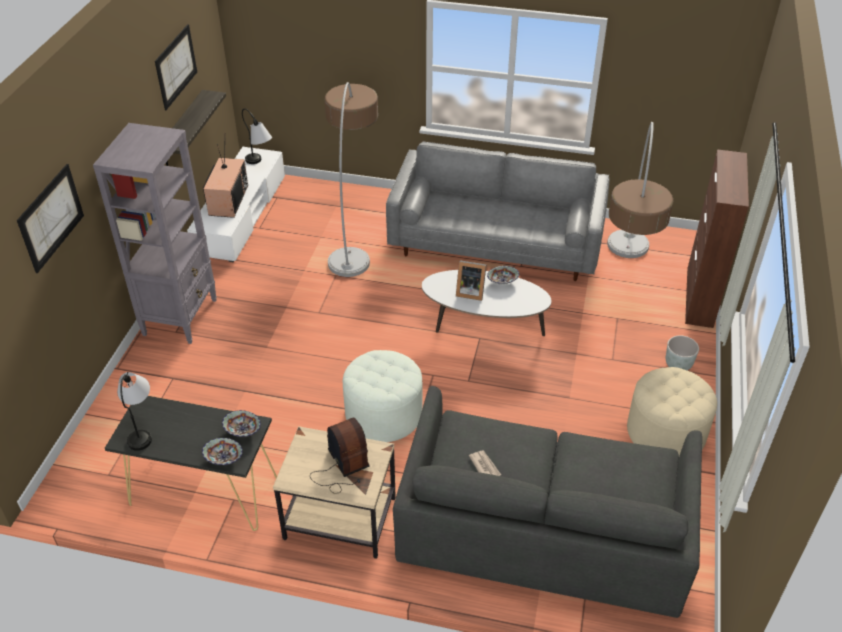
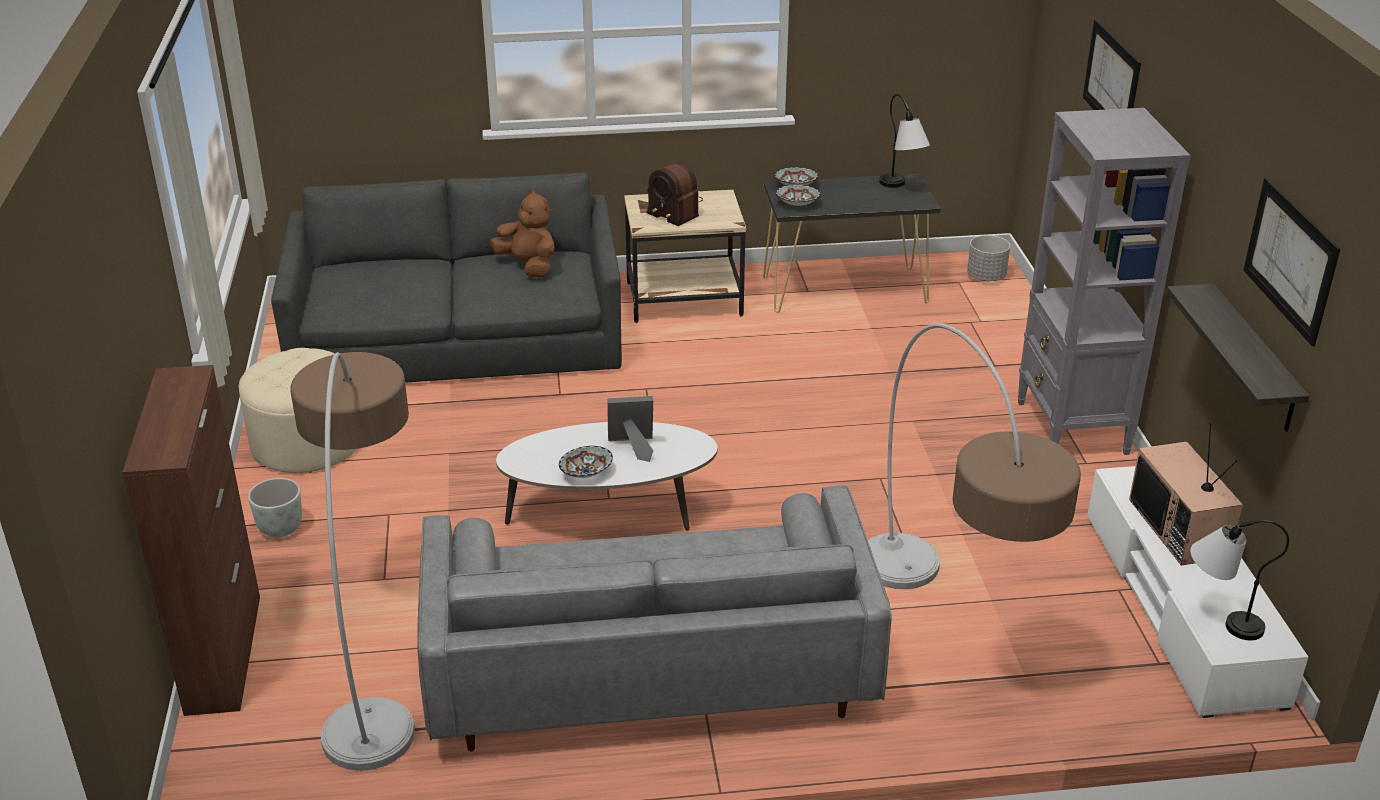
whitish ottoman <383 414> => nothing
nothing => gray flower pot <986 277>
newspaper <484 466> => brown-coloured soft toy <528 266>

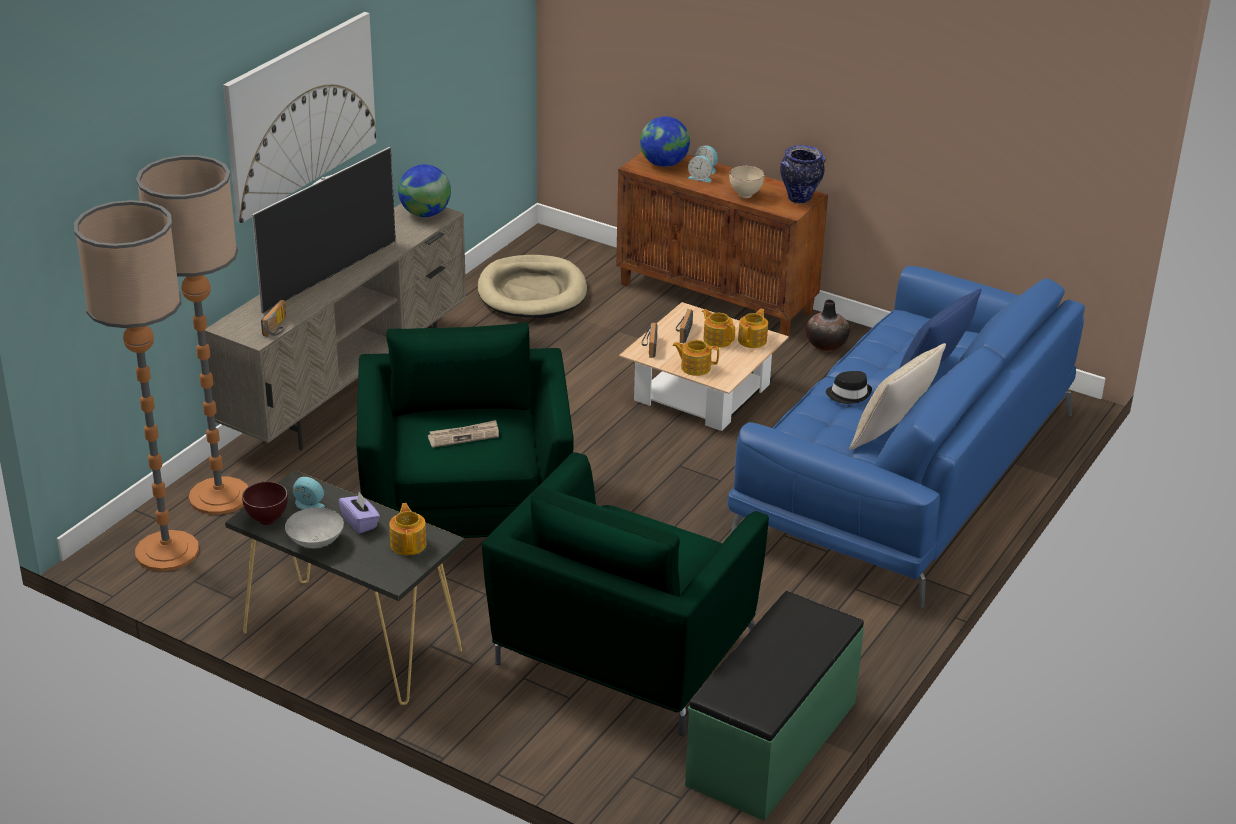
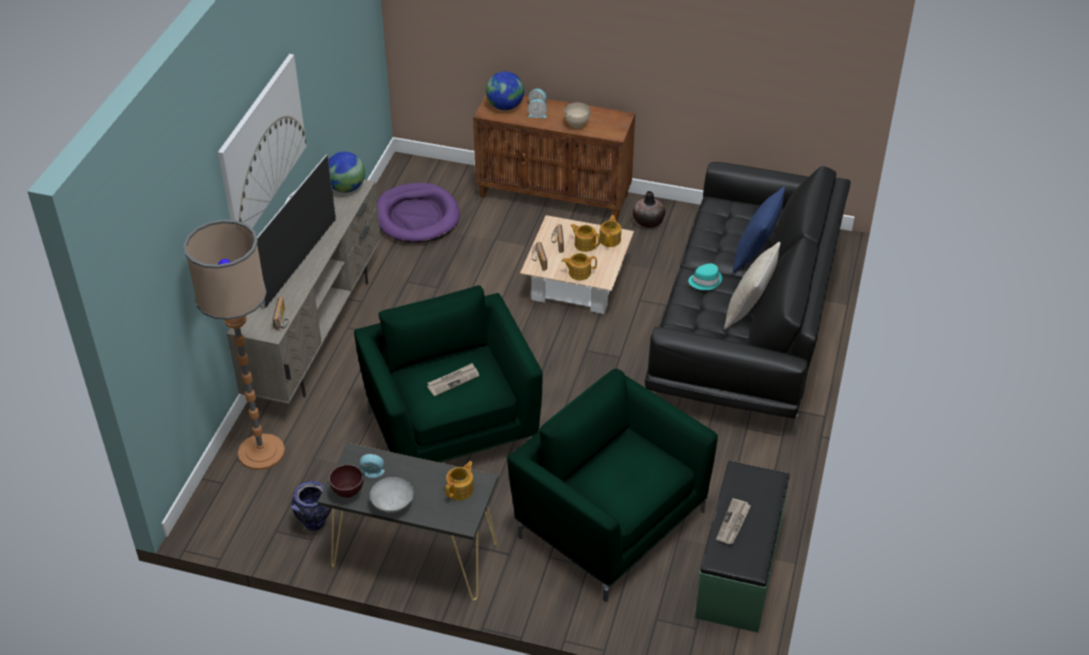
standard lamp <167 551> => nothing
purple-coloured box of tissues <360 523> => nothing
nothing => newspaper <733 523>
decorative vase <800 198> => decorative vase <315 522>, moved
beige dog cushion <532 292> => purple-coloured dog cushion <417 217>
blue-coloured settee <905 474> => blackish settee <745 324>
blackish clothing hat <849 394> => turquoise clothing hat <705 281>
pot for tea <408 544> => pot for tea <460 489>, 60 degrees clockwise
green easy chair <622 654> => green easy chair <610 521>, 120 degrees clockwise

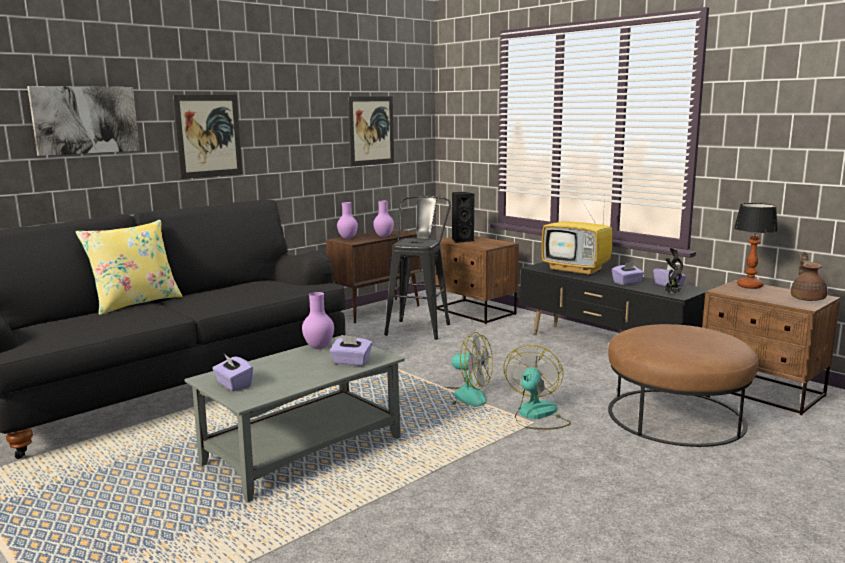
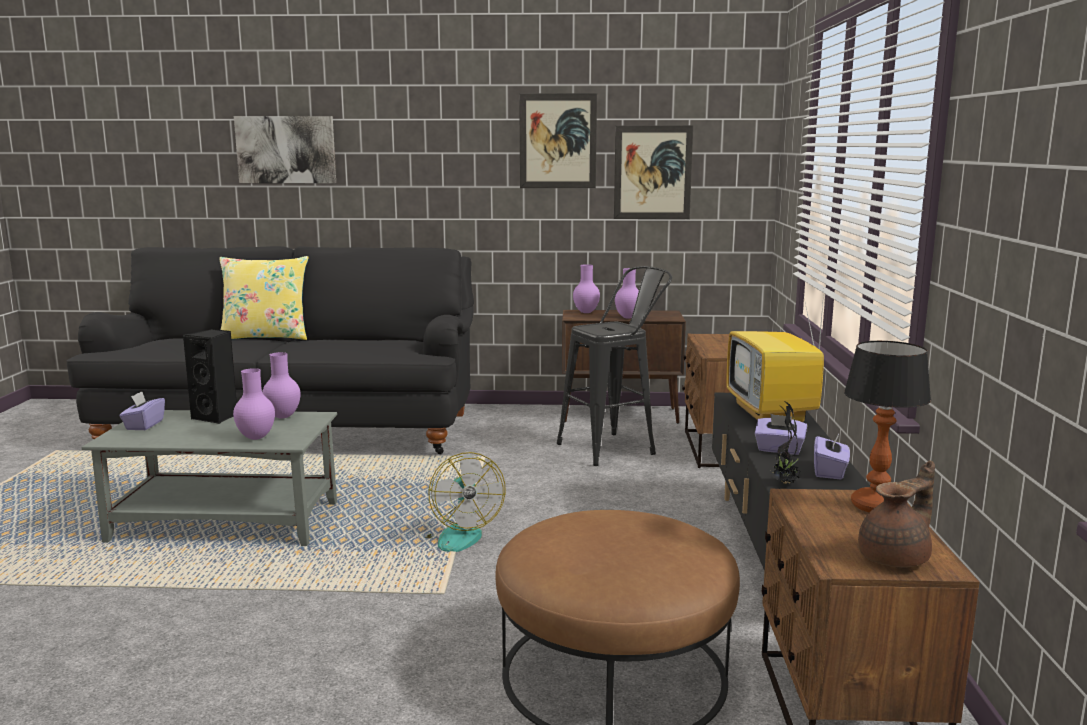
electric fan <536 415> => nothing
wall picture <208 136> => wall picture <558 141>, moved
blackish loudspeaker <461 240> => blackish loudspeaker <217 417>, moved
purple-coloured box of tissues <351 362> => purple-coloured decorative vase <257 438>

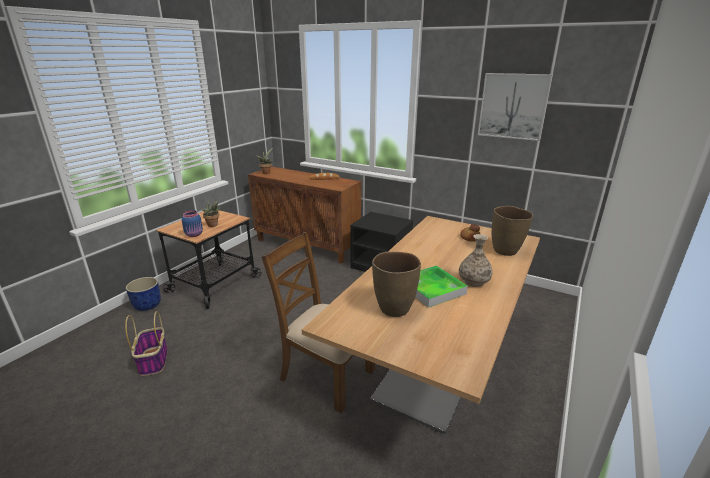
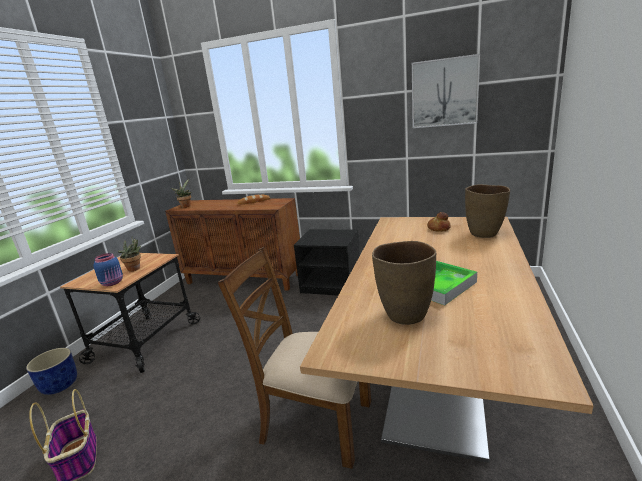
decorative vase <474 281> => nothing

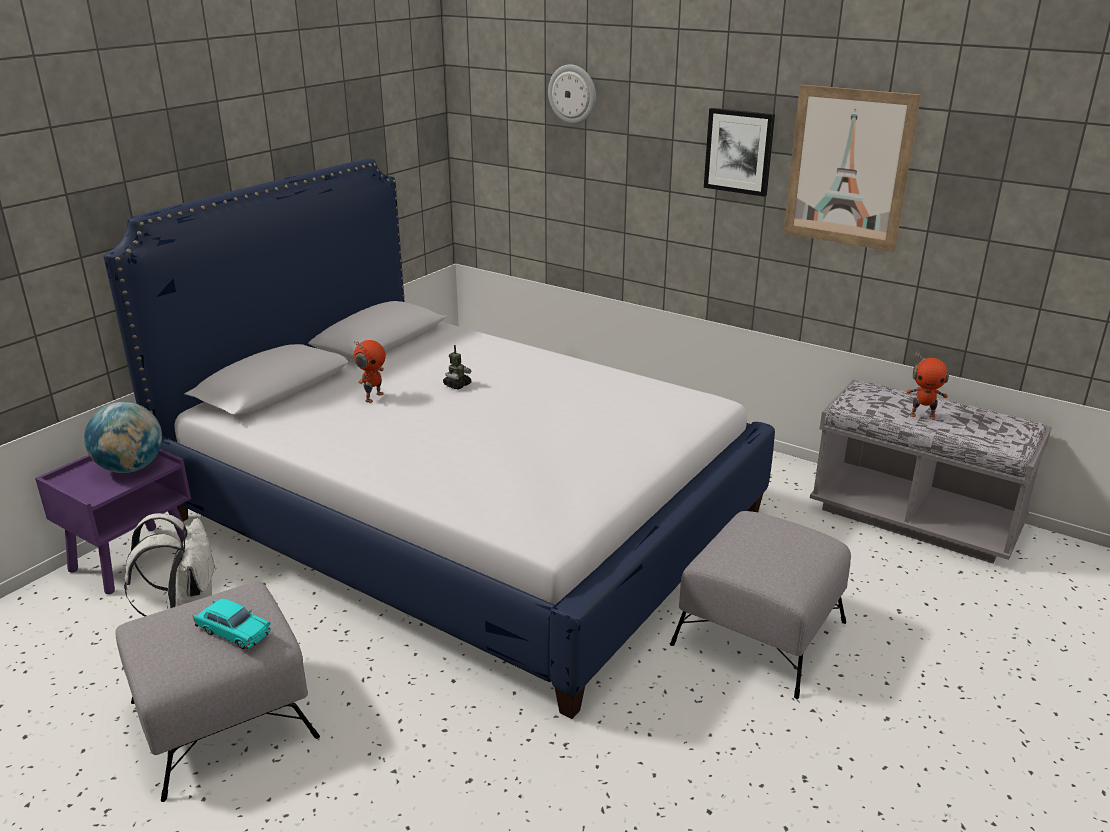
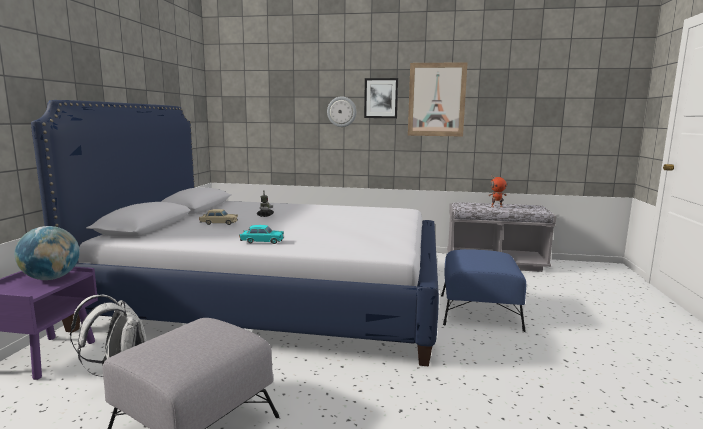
turquoise miniature car <233 631> => turquoise miniature car <262 241>, moved
hanging clock <572 94> => hanging clock <341 111>, moved
robot figure <373 397> => beige miniature car <219 223>
gray ottoman <760 632> => blue-coloured ottoman <479 311>

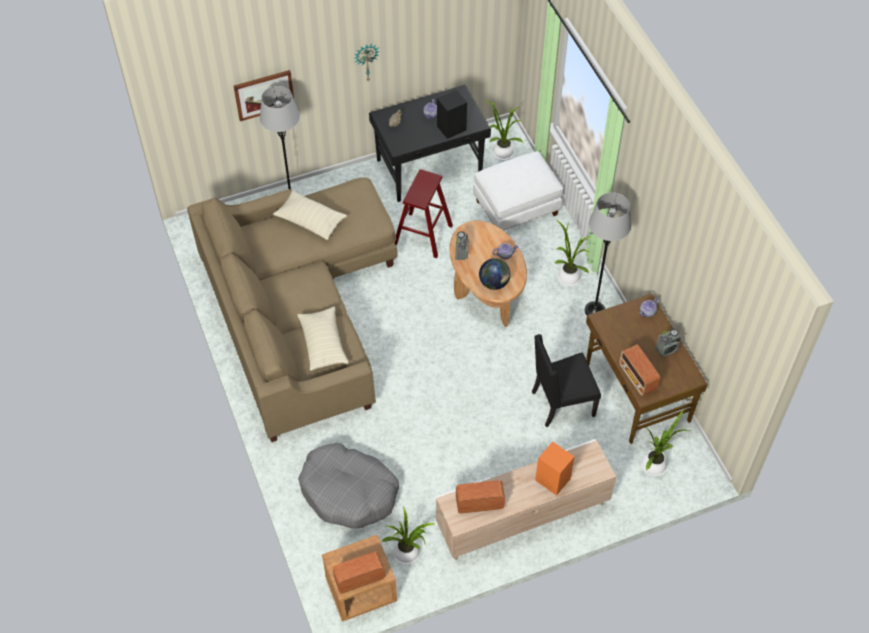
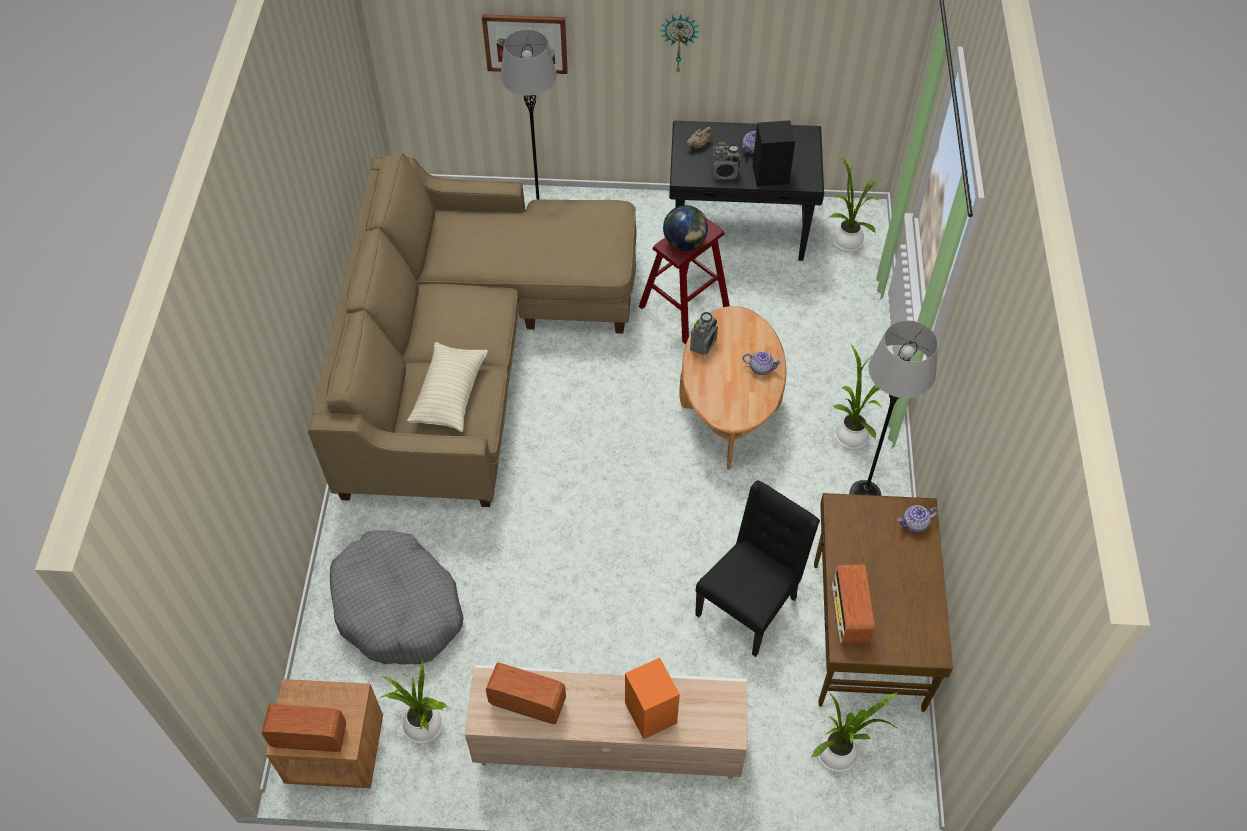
beige throw pillow <310 221> => nothing
whitish ottoman <516 207> => nothing
world globe <494 283> => world globe <684 243>, moved
radio set <666 349> => radio set <724 174>, moved
blackish chair <561 403> => blackish chair <748 606>, 120 degrees clockwise

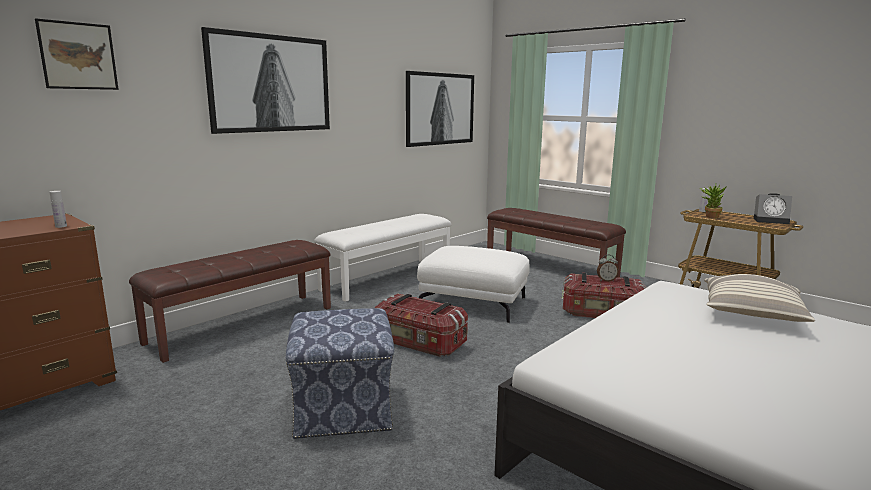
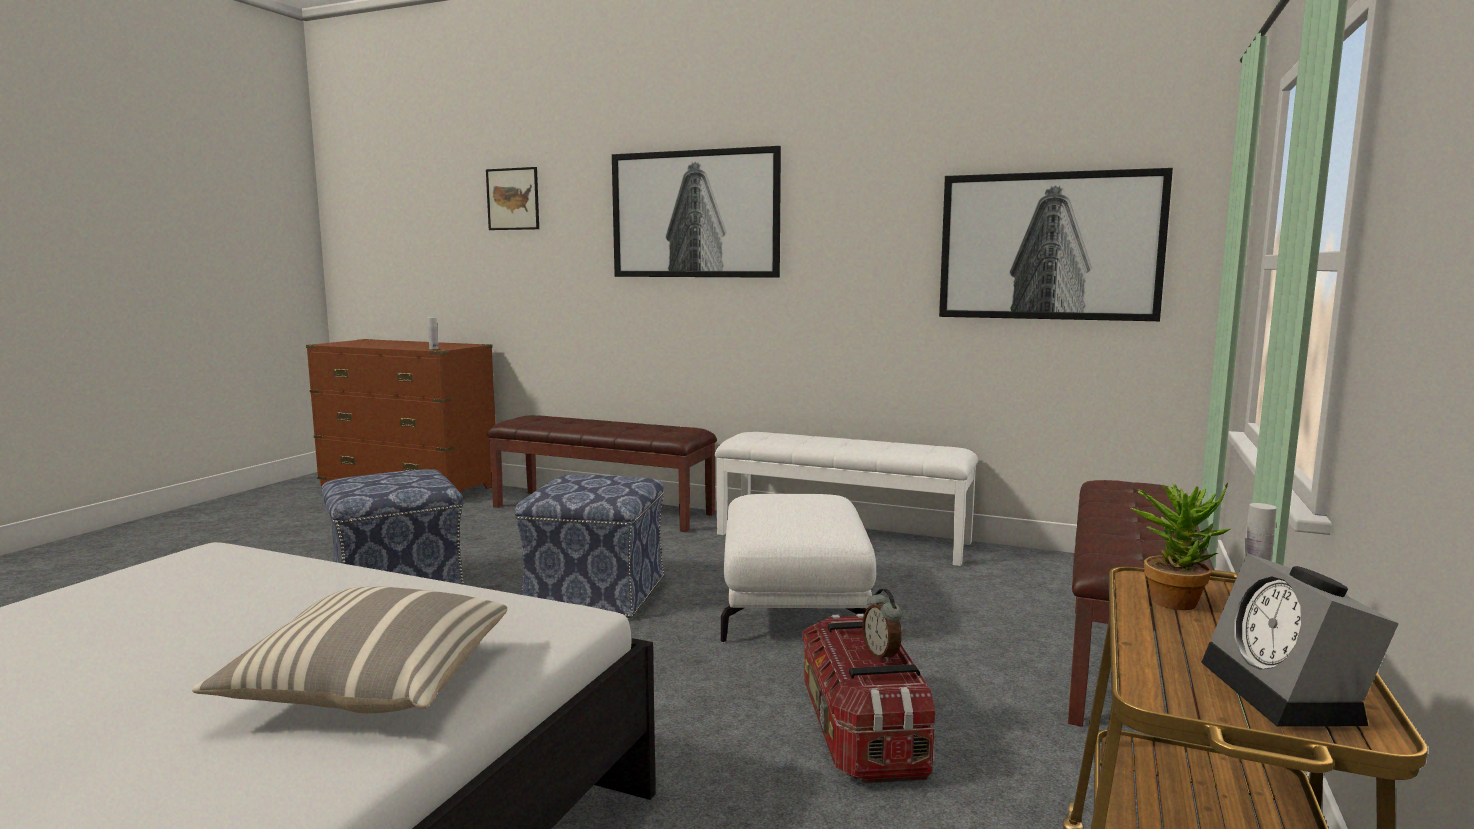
storage container <419 343> => ottoman <595 594>

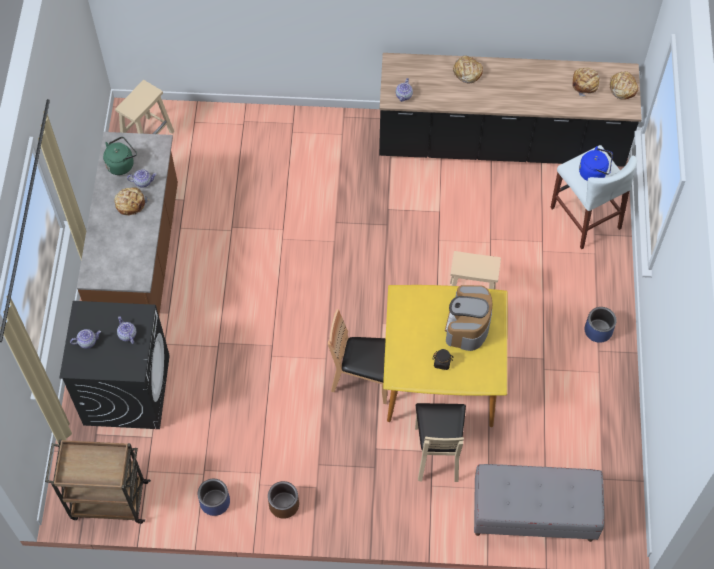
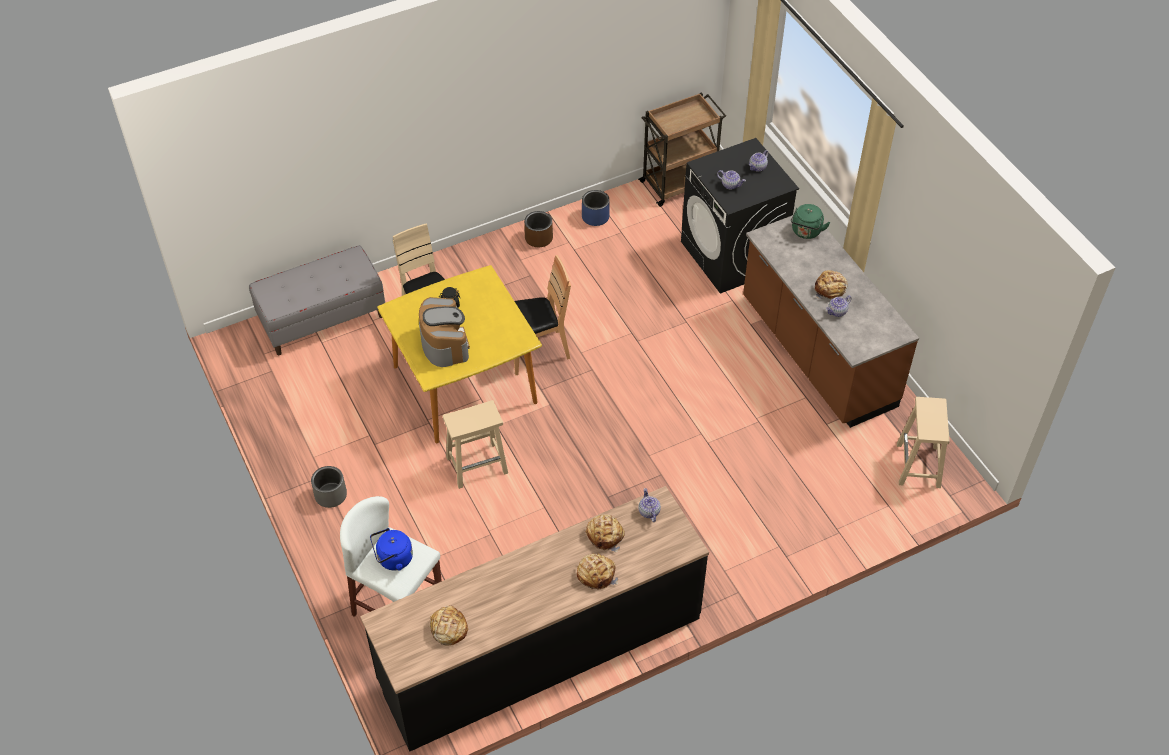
green tea kettle <121 164> => green tea kettle <806 232>, moved
bakery bread <622 88> => bakery bread <605 535>, moved
blue-coloured flower pot <598 330> => gray flower pot <331 495>

